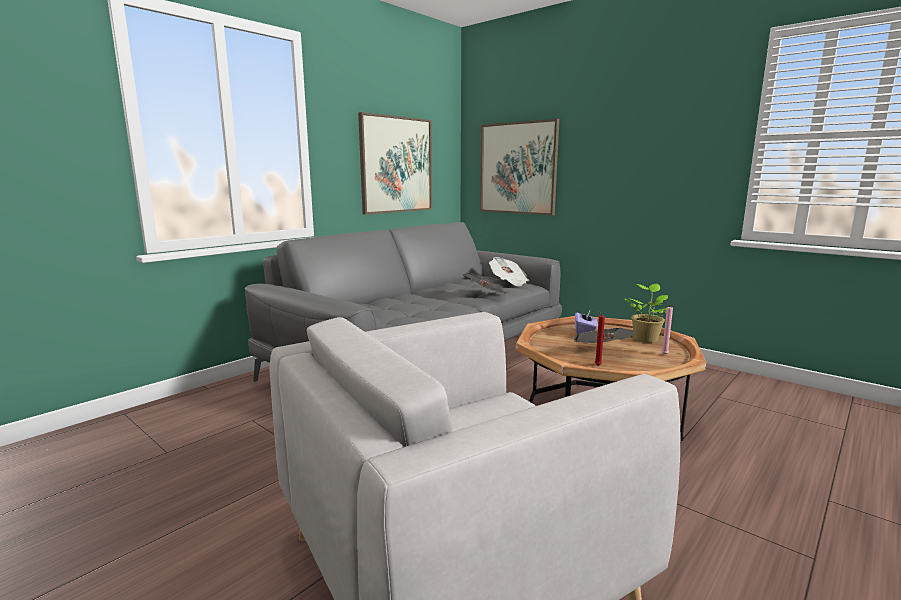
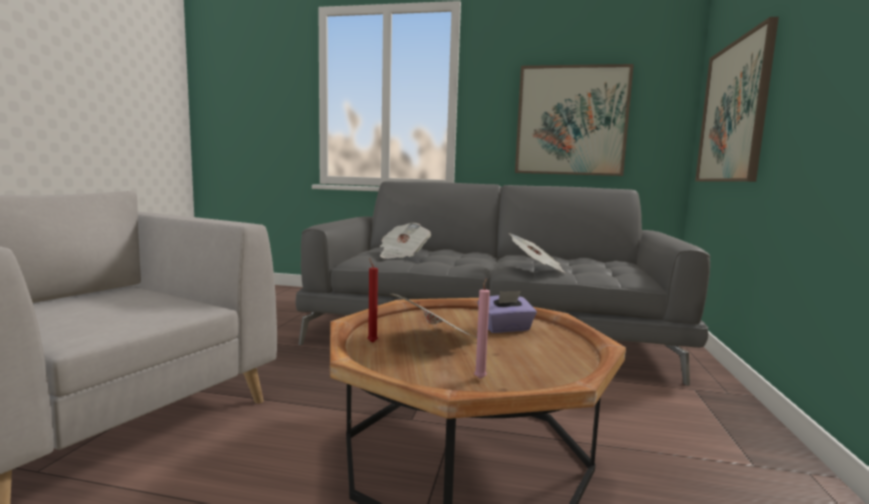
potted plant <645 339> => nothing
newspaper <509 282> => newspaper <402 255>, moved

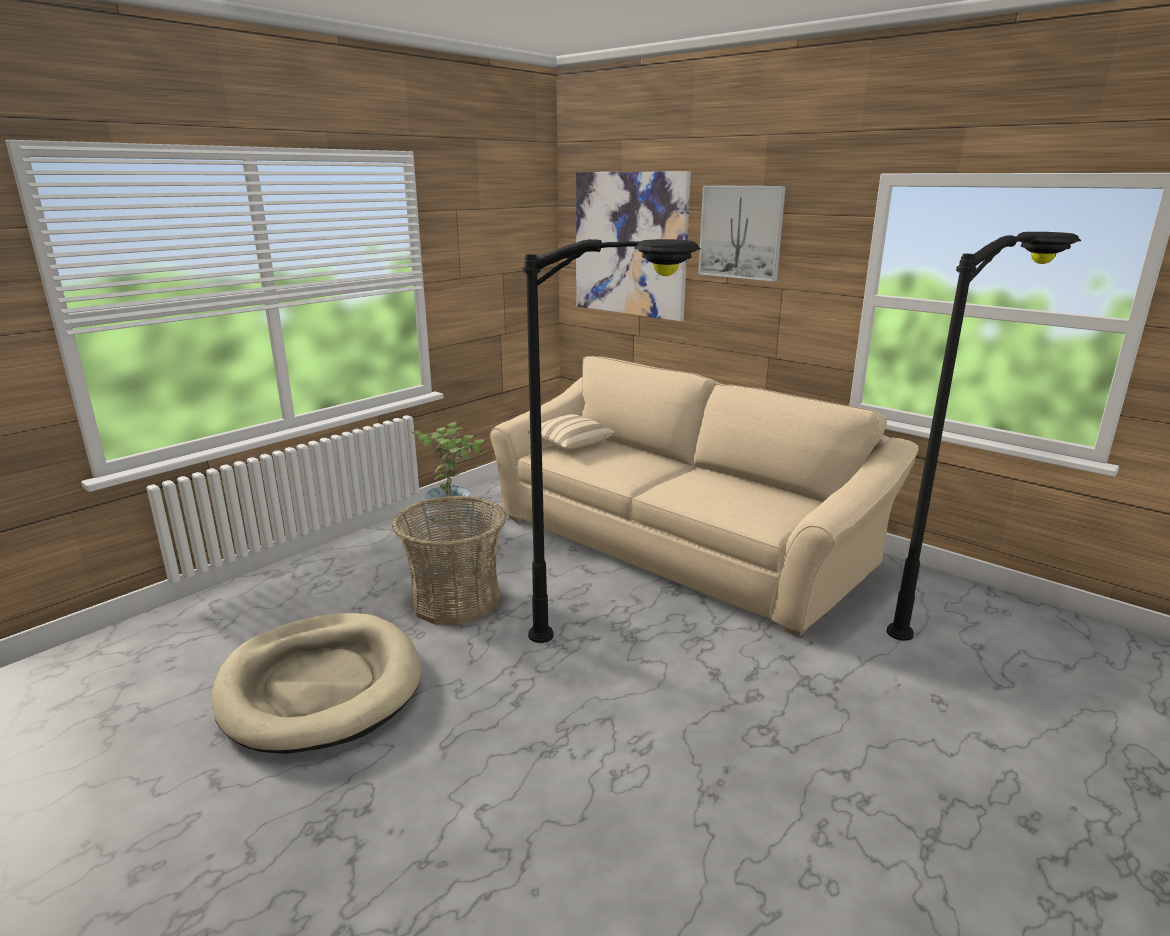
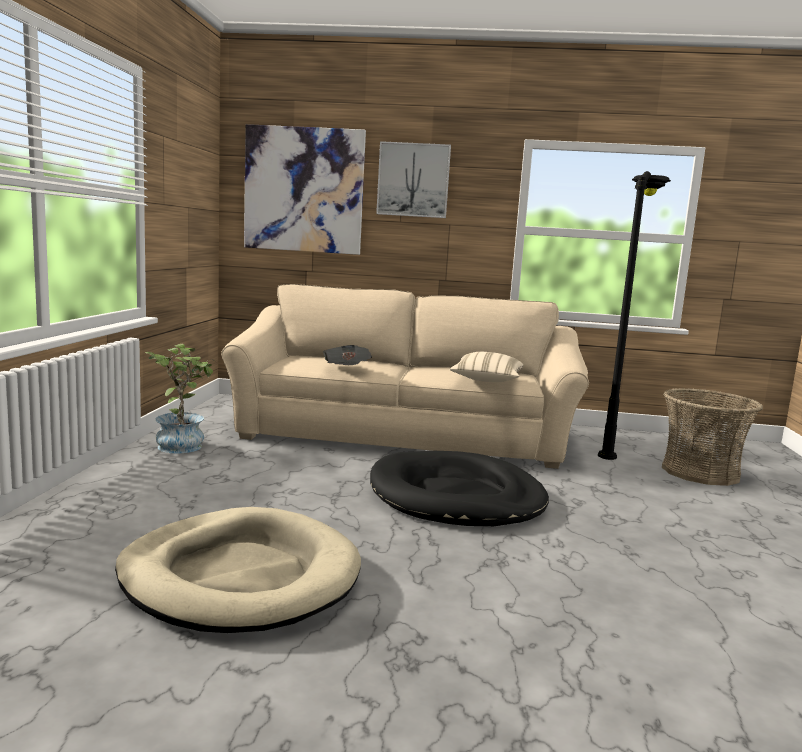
nothing => newspaper <347 369>
household basket <456 600> => household basket <700 472>, moved
beige throw pillow <569 445> => beige throw pillow <486 381>, moved
blackish standard lamp <619 647> => blackish dog cushion <456 497>

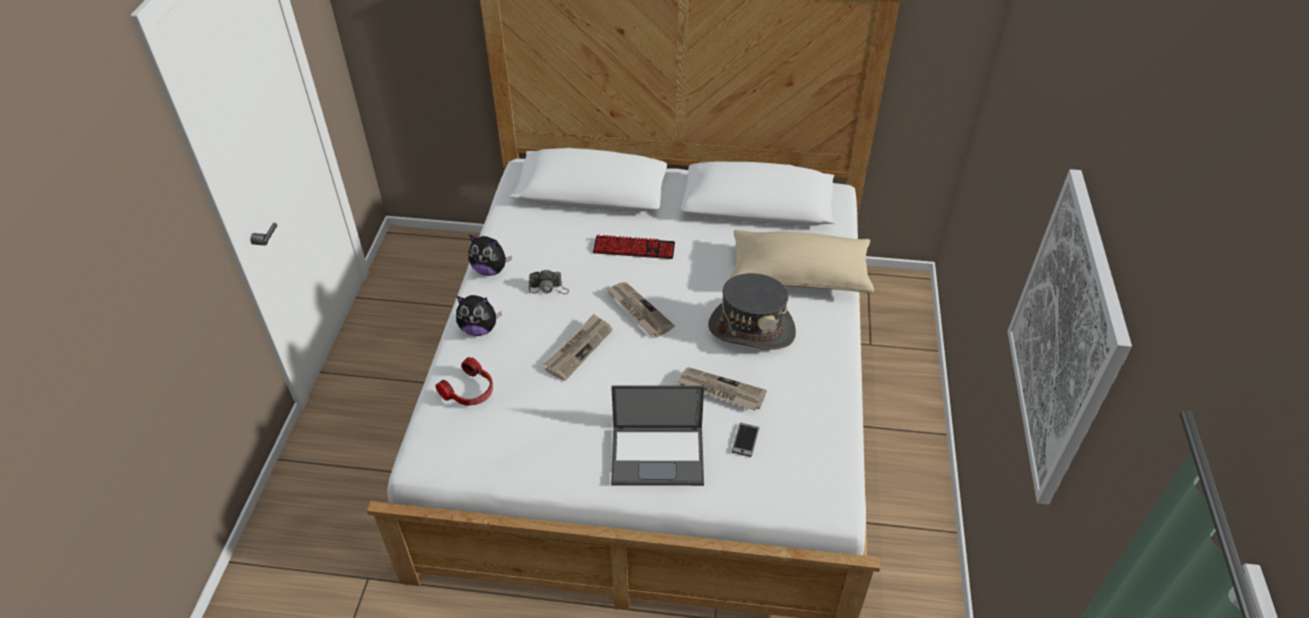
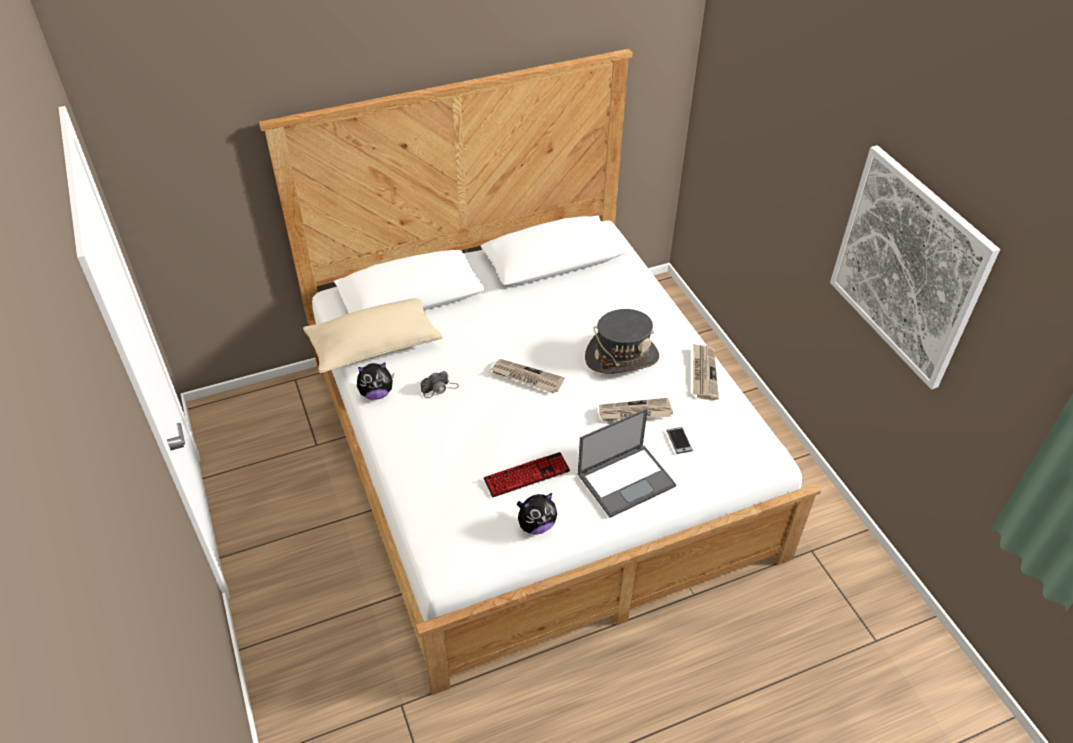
pair of headphones <470 391> => nothing
soft toy <479 329> => soft toy <536 525>, moved
newspaper <578 348> => newspaper <703 373>, moved
PC keyboard <634 248> => PC keyboard <526 475>, moved
beige throw pillow <799 275> => beige throw pillow <374 346>, moved

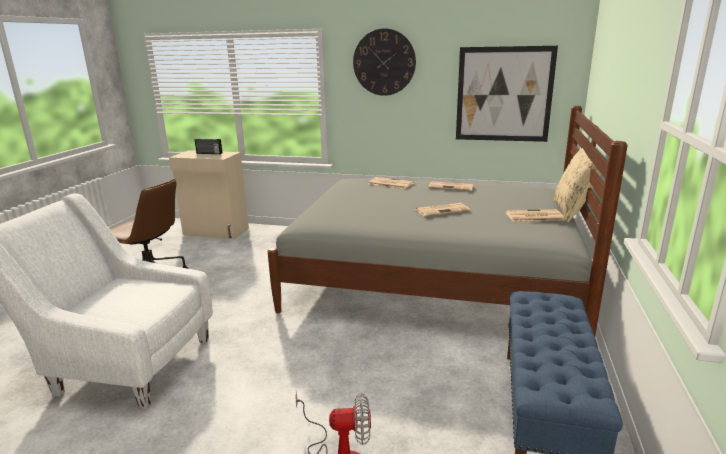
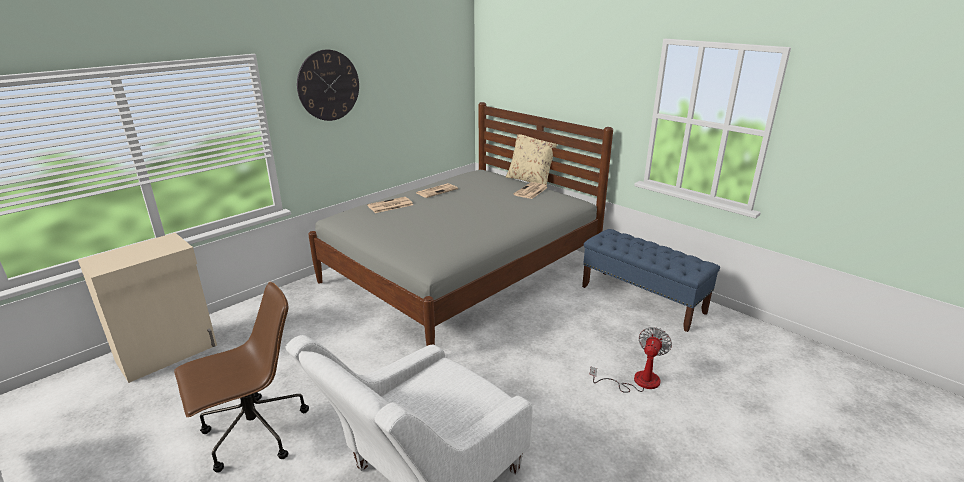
radio set <209 153> => nothing
newspaper <442 210> => nothing
wall picture <504 94> => nothing

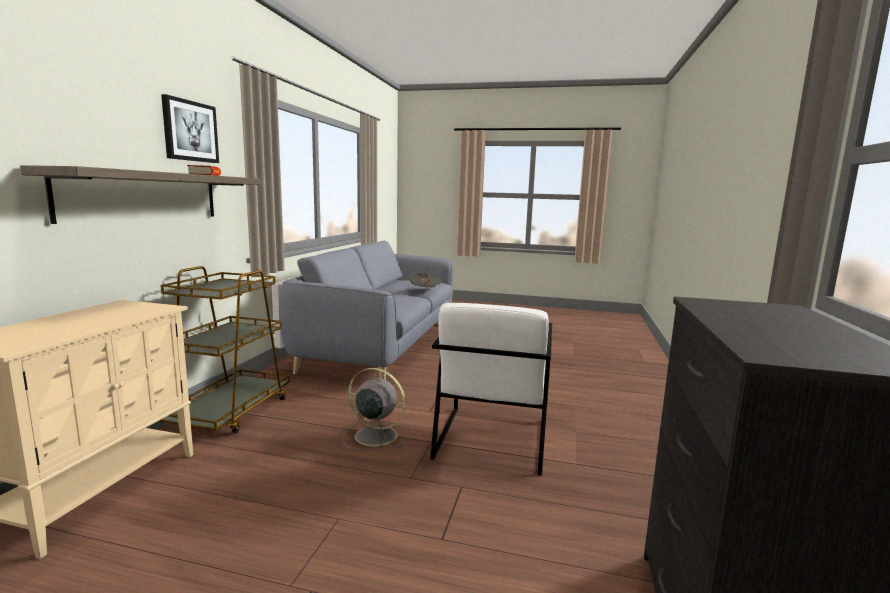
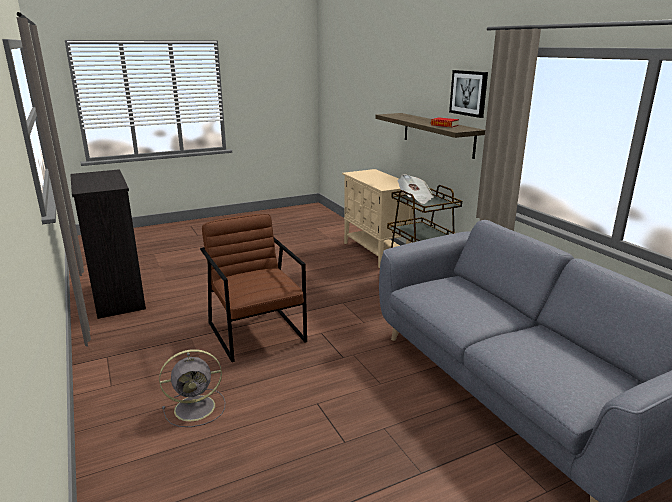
gray electric fan <374 435> => gray electric fan <197 407>, moved
newspaper <425 290> => newspaper <415 198>, moved
whitish easy chair <491 438> => brown-coloured easy chair <256 331>

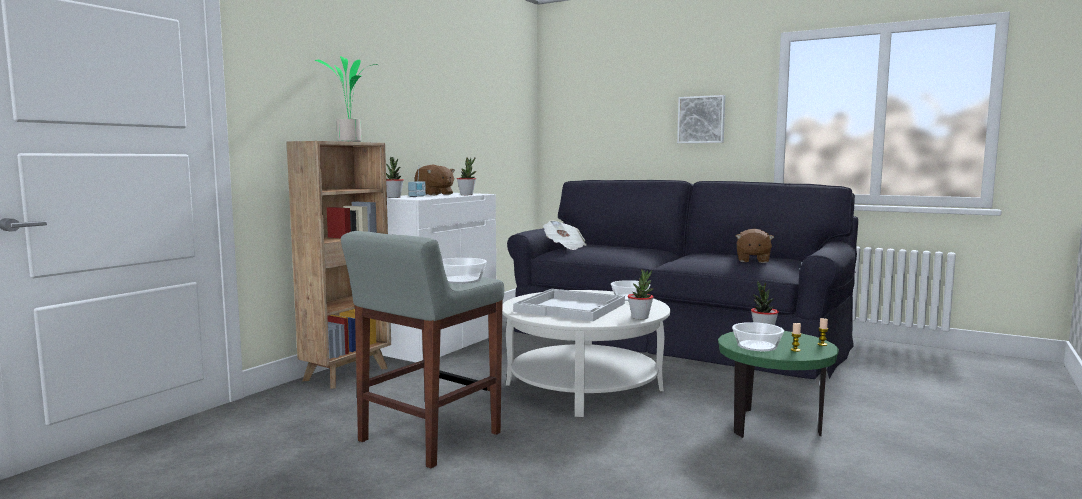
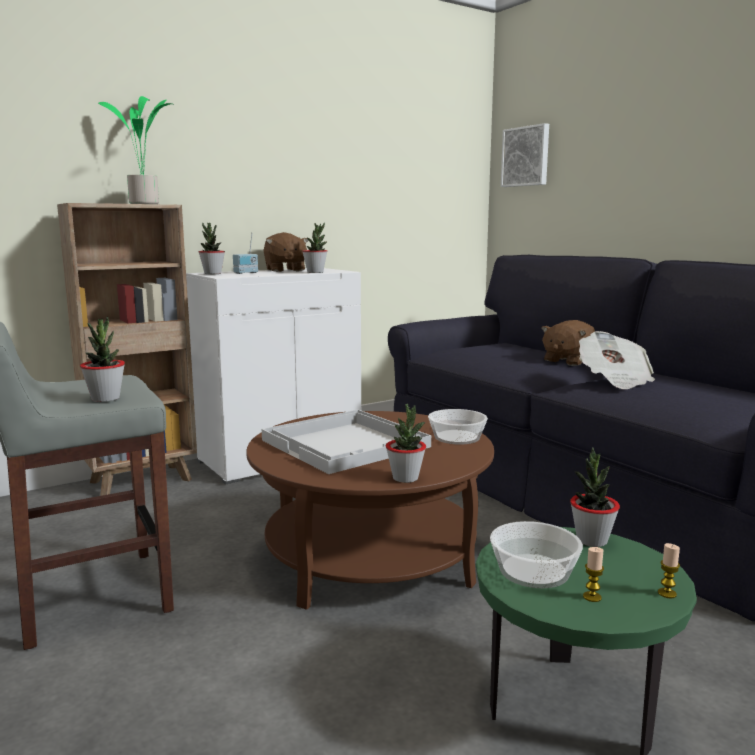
newspaper <565 247> => newspaper <614 380>, moved
wall picture <701 119> => wall picture <526 156>, moved
brown-coloured soft toy <752 260> => brown-coloured soft toy <567 361>, moved
deep dish <461 280> => potted plant <105 398>
whitish coffee table <584 387> => brown-coloured coffee table <371 555>

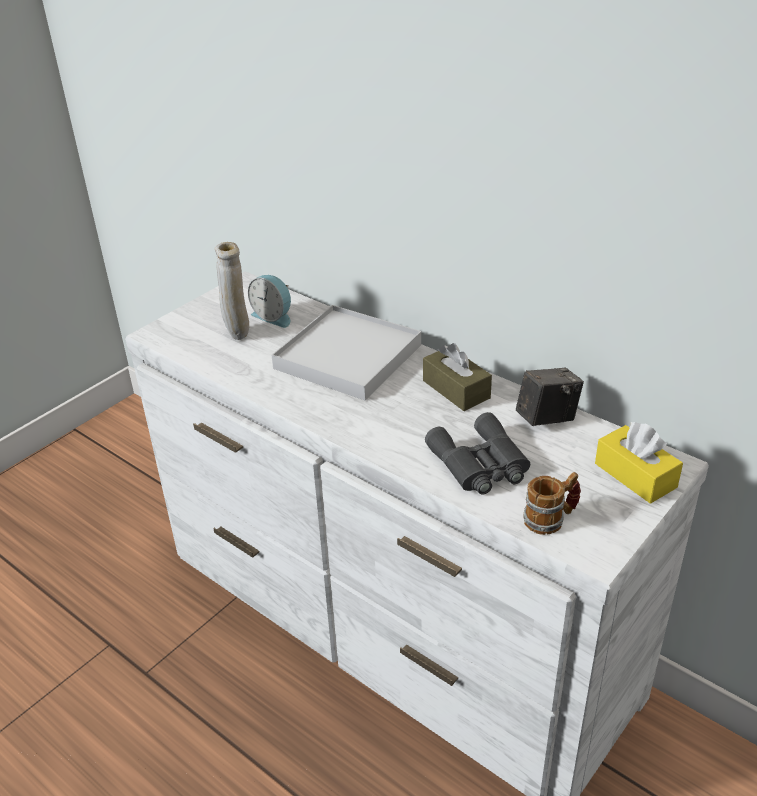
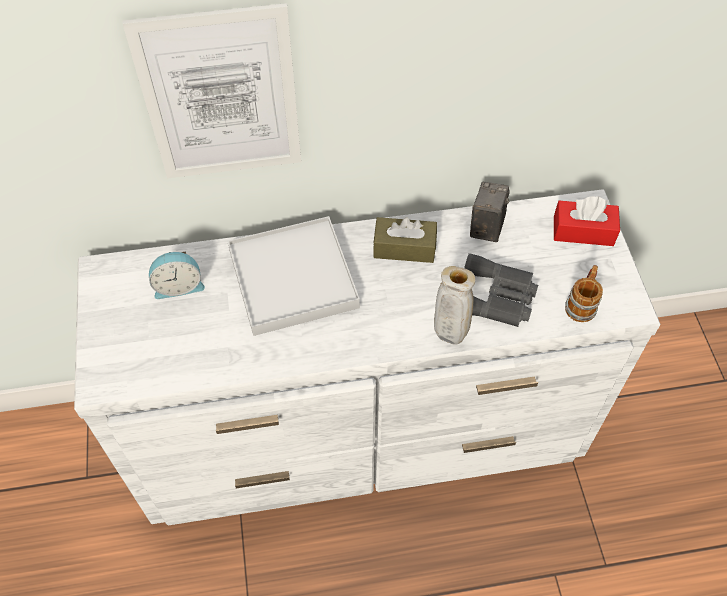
nothing => wall picture <221 97>
beige decorative vase <237 334> => beige decorative vase <449 337>, moved
yellow box of tissues <635 475> => red box of tissues <583 231>

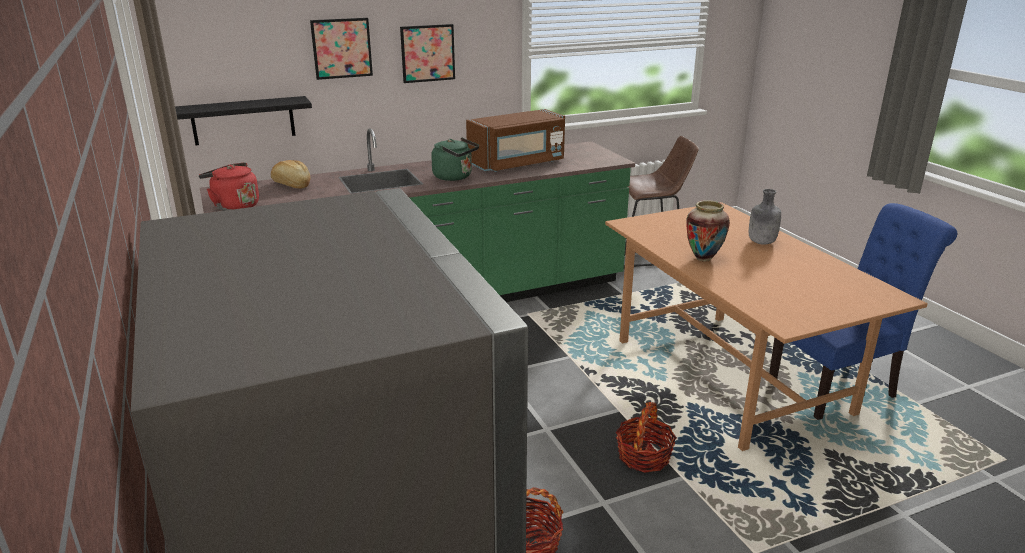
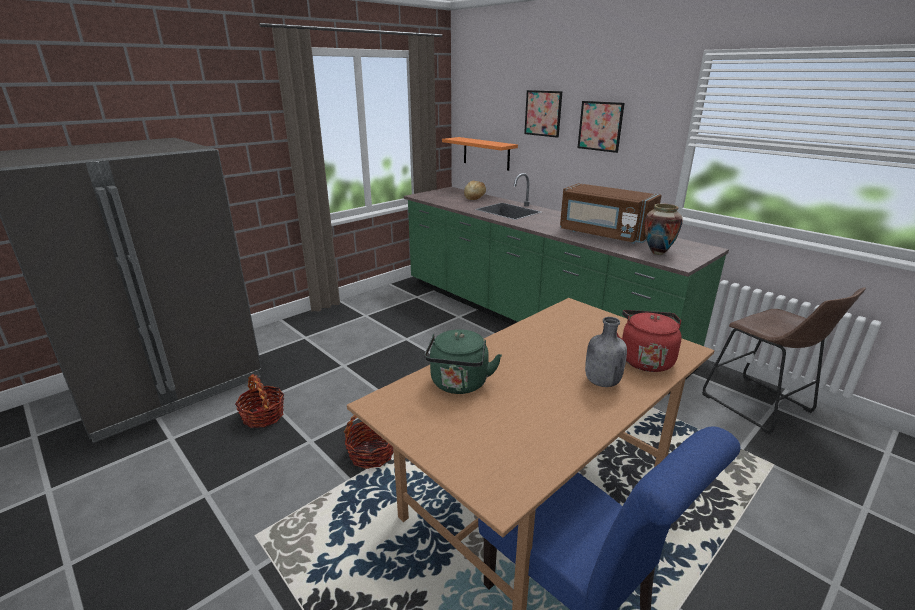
red tea kettle <234 206> => red tea kettle <644 359>, moved
green tea kettle <455 177> => green tea kettle <459 385>, moved
decorative vase <703 259> => decorative vase <657 253>, moved
blackish bracket shelf <243 120> => orange-coloured bracket shelf <486 153>

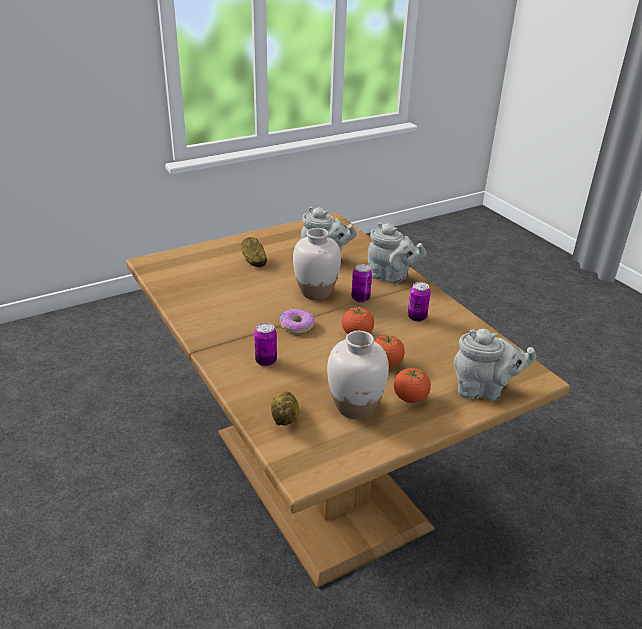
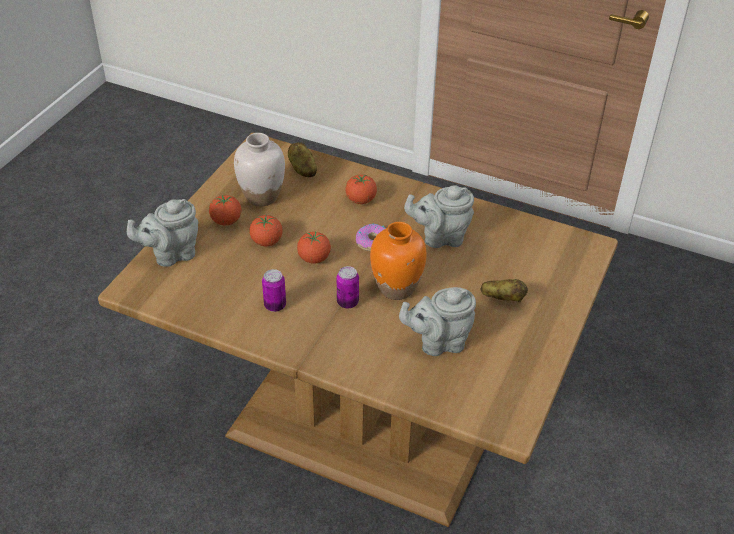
gray pot for tea <391 277> => gray pot for tea <440 237>, moved
metal can <266 361> => fresh tomato <361 200>
whitish decorative vase <315 292> => orange-coloured decorative vase <397 288>

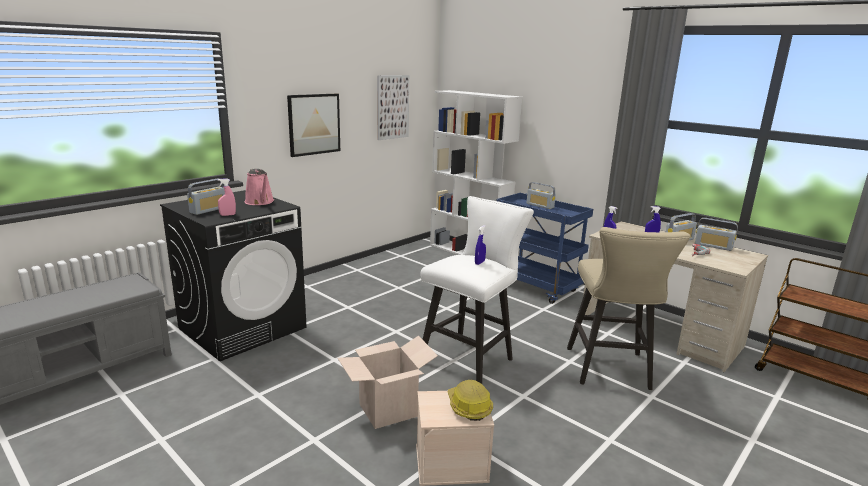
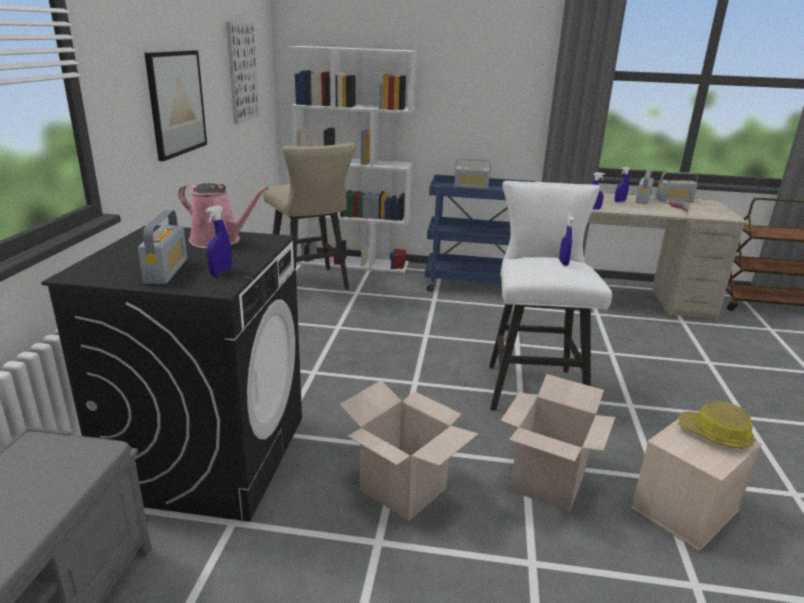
nothing => cardboard box <403 489>
beige stool <610 371> => beige stool <311 285>, moved
pink spray bottle <227 215> => blue-coloured spray bottle <221 272>

